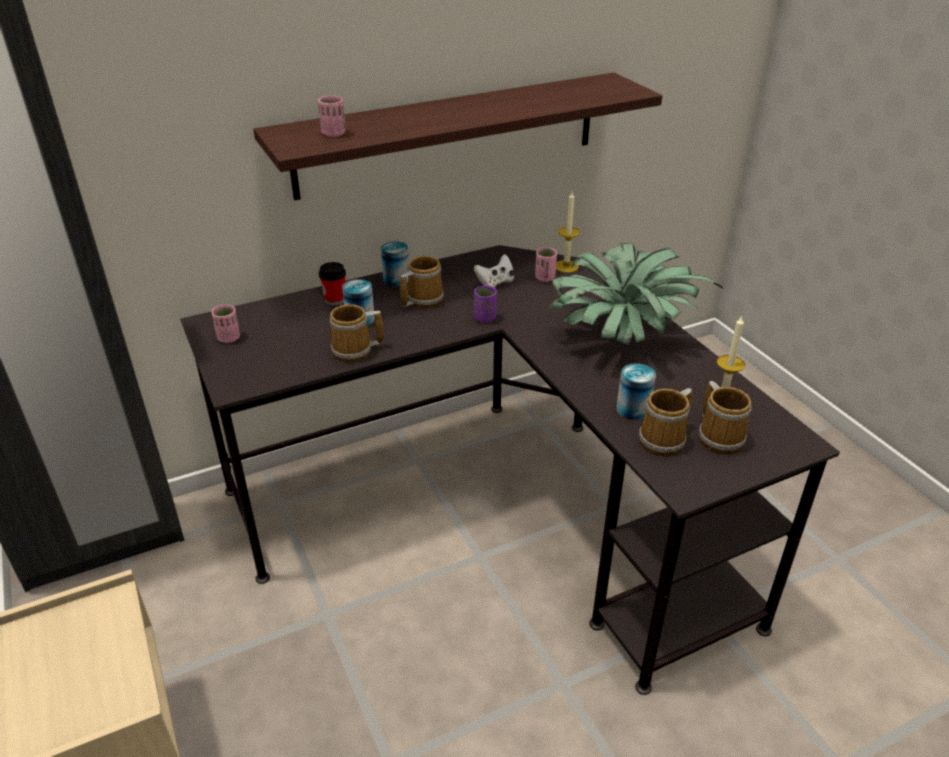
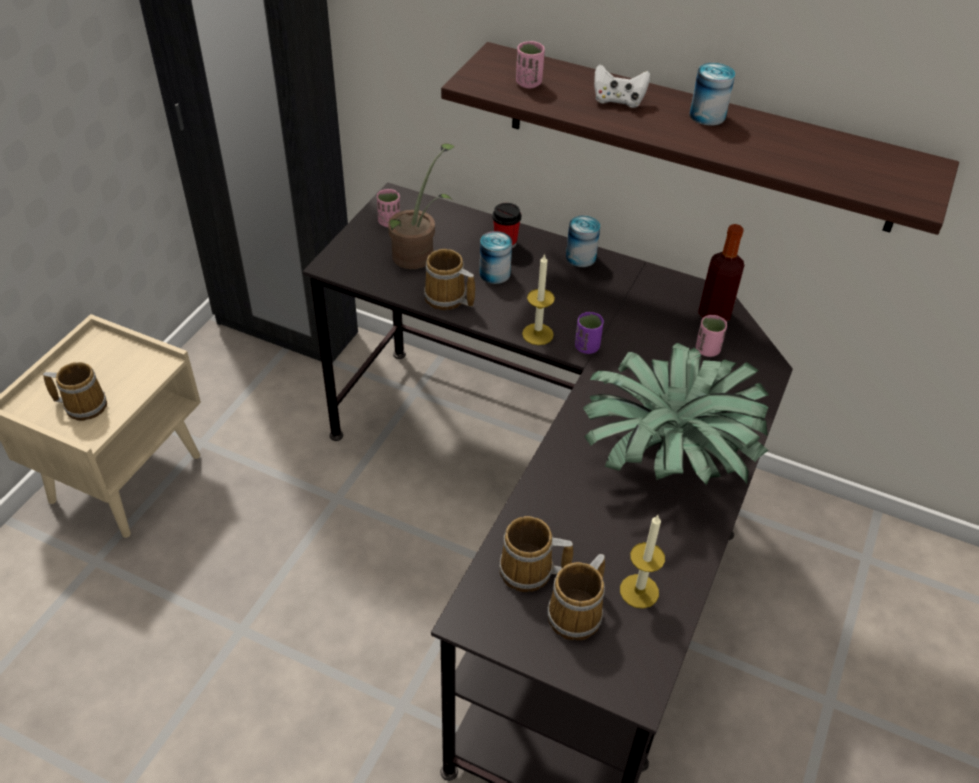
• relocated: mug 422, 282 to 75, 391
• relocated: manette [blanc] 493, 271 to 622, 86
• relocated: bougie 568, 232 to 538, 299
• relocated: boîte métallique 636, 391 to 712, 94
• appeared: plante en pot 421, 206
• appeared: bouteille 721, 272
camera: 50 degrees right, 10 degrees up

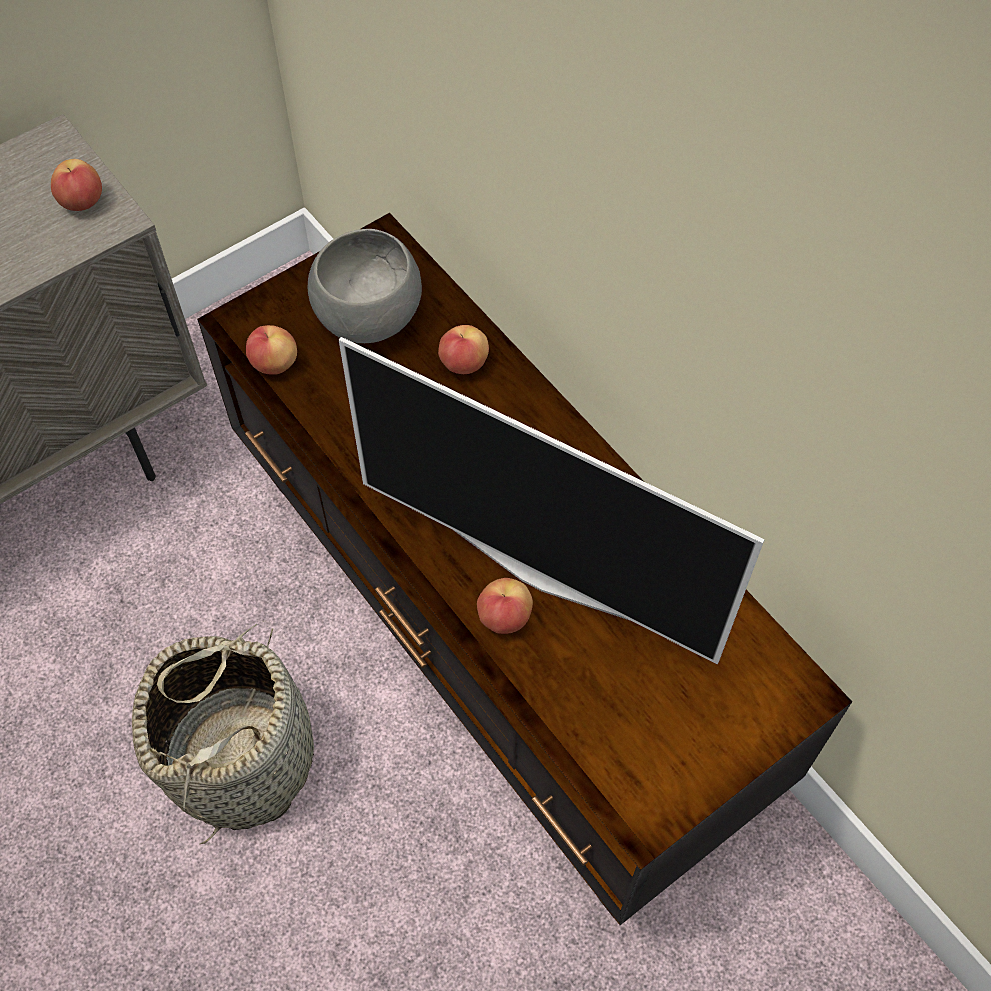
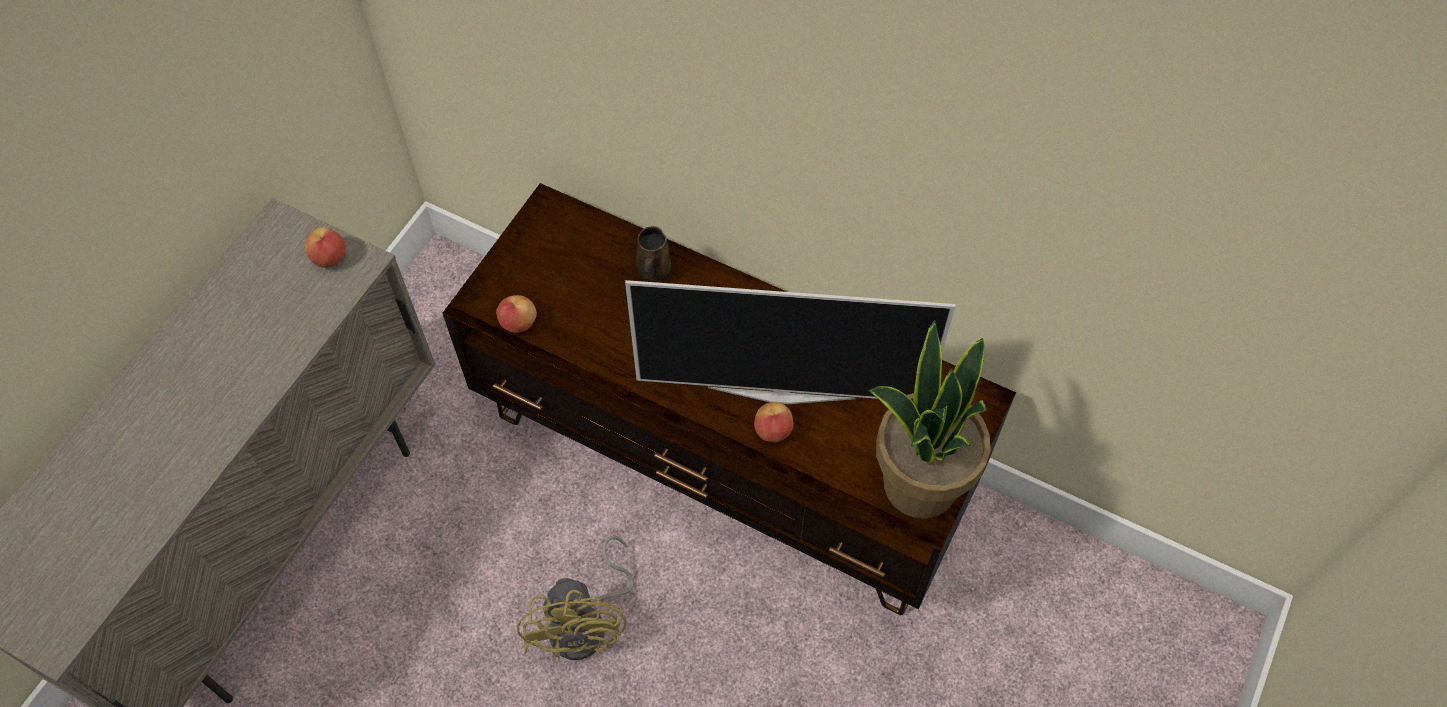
• exchanged: panier 223, 732 to ventilateur [jaune] 575, 597
• missing: bol [gris] 365, 286
• exchanged: pomme 463, 349 to mug [marron] 653, 254
• appeared: plante en pot 929, 419
camera: 25 degrees left, 0 degrees up

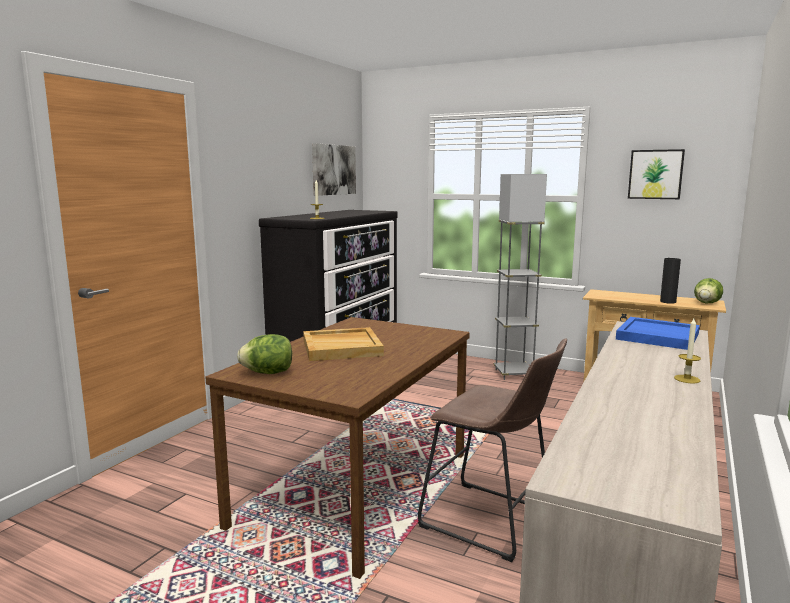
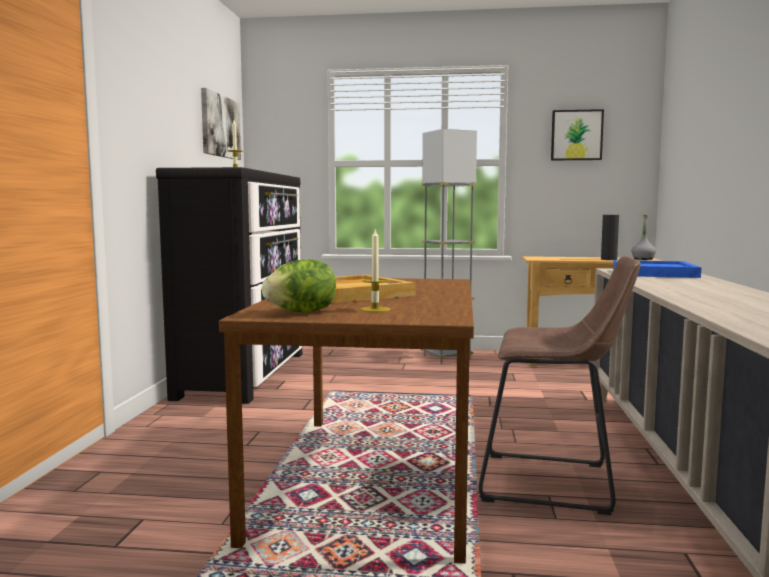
• relocated: bougie 687, 350 to 375, 271
• exchanged: laitue 708, 290 to bouteille [gris] 643, 237
camera: 20 degrees left, 5 degrees down

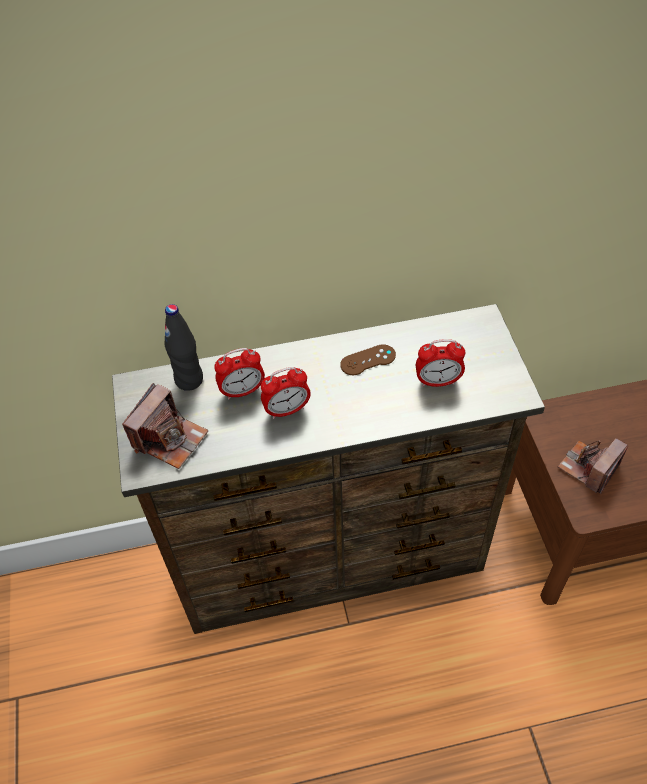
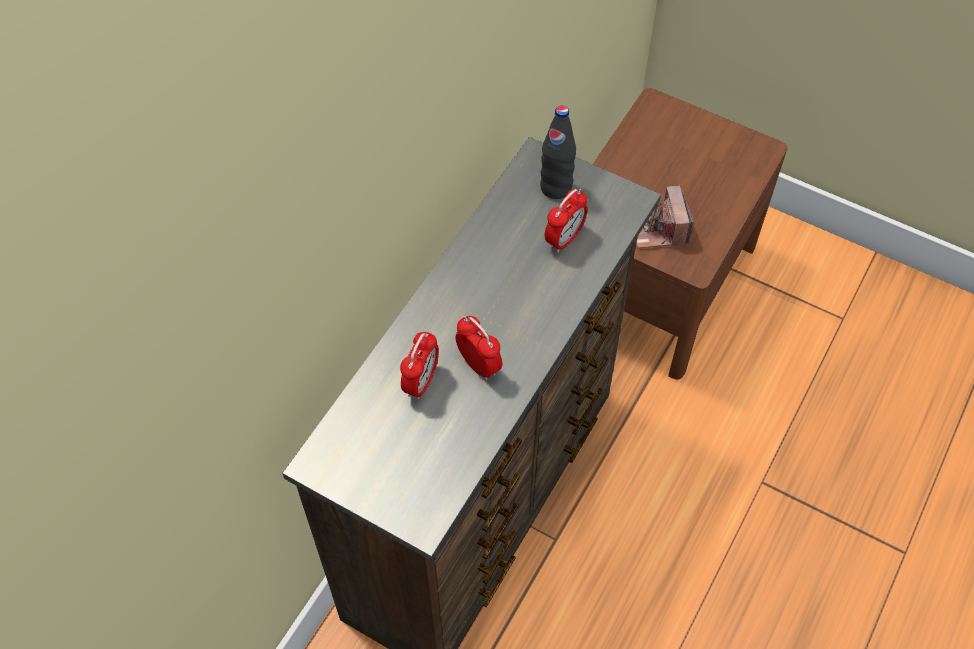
• missing: appareil photo 165, 426
• relocated: bouteille [noir] 184, 347 to 558, 152
• spun: réveil 286, 393 = 478, 348 60 degrees counterclockwise
• missing: manette [marron] 368, 359
camera: 50 degrees left, 5 degrees up

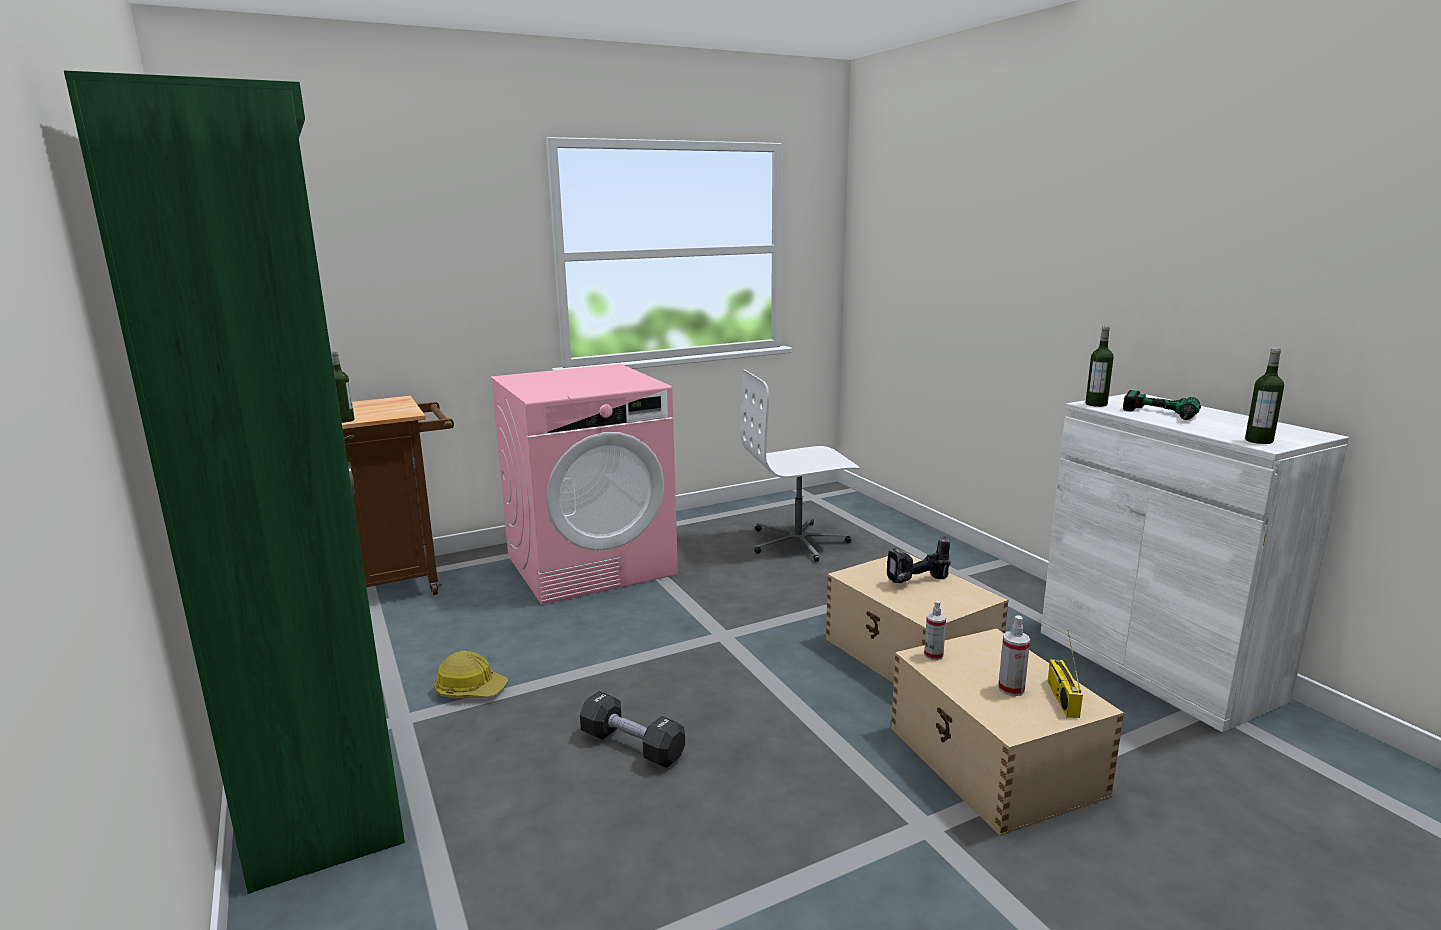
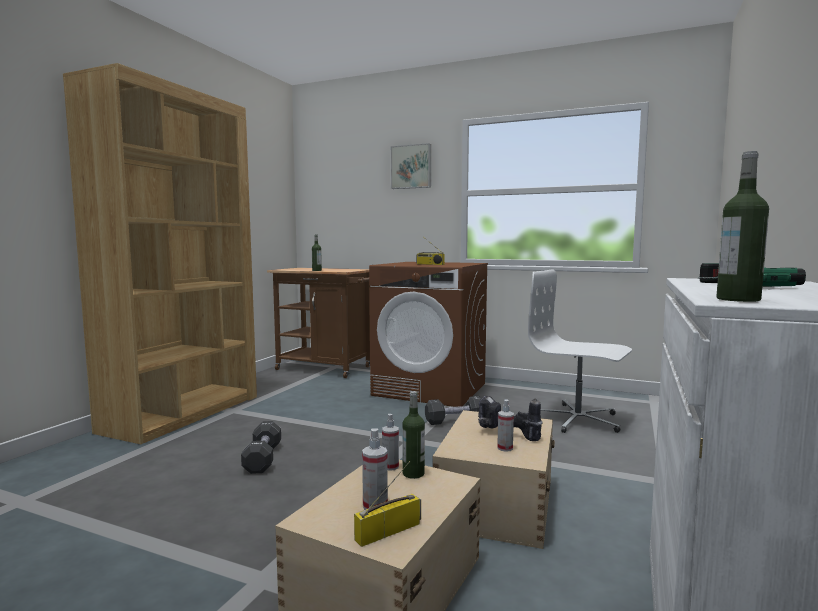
• colour: bibliothèque [vert] 234, 482 to bibliothèque [marron] 160, 253
• missing: casque de chantier 471, 674
• colour: lave-linge [rose] 584, 484 to lave-linge [marron] 428, 334
• relocated: bouteille 1099, 366 to 413, 435
• appeared: tableau 411, 166
• appeared: radio 430, 252
• appeared: haltère [noir] 453, 410
• appeared: vaporisateur 505, 425
camera: 50 degrees right, 10 degrees down

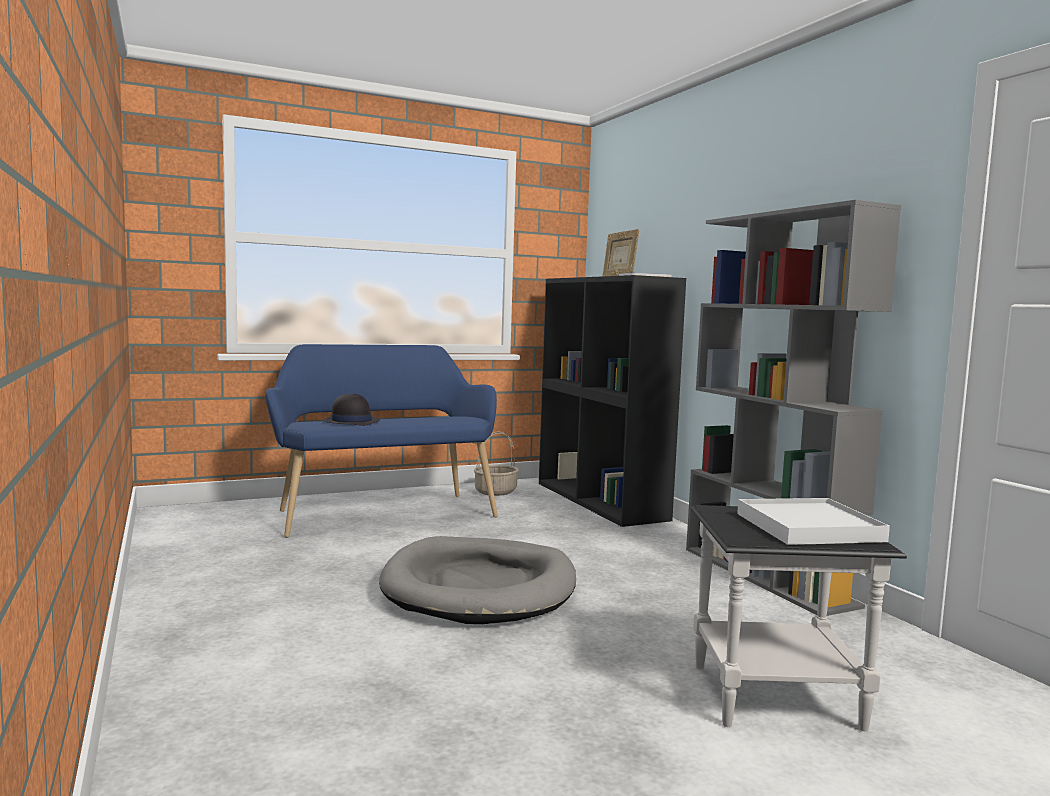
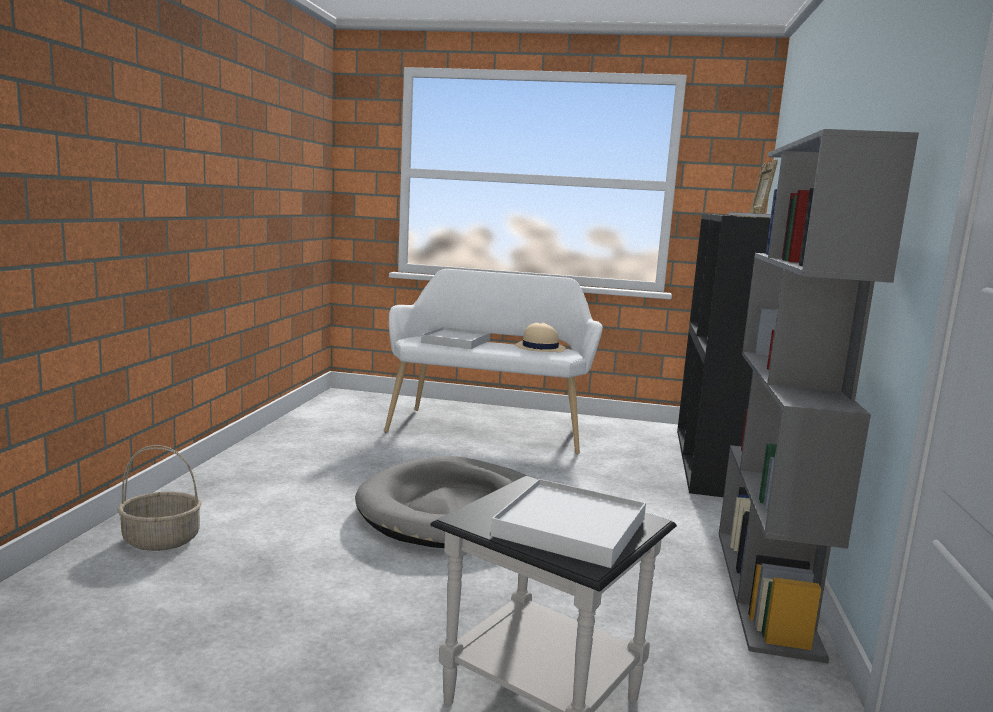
• colour: banc [bleu] 381, 441 to banc [blanc] 493, 361
• exchanged: chapeau [noir] 351, 410 to plateau [blanc] 455, 338
• relocated: panier 496, 463 to 159, 498
• appeared: chapeau [beige] 540, 338
camera: 35 degrees right, 5 degrees up

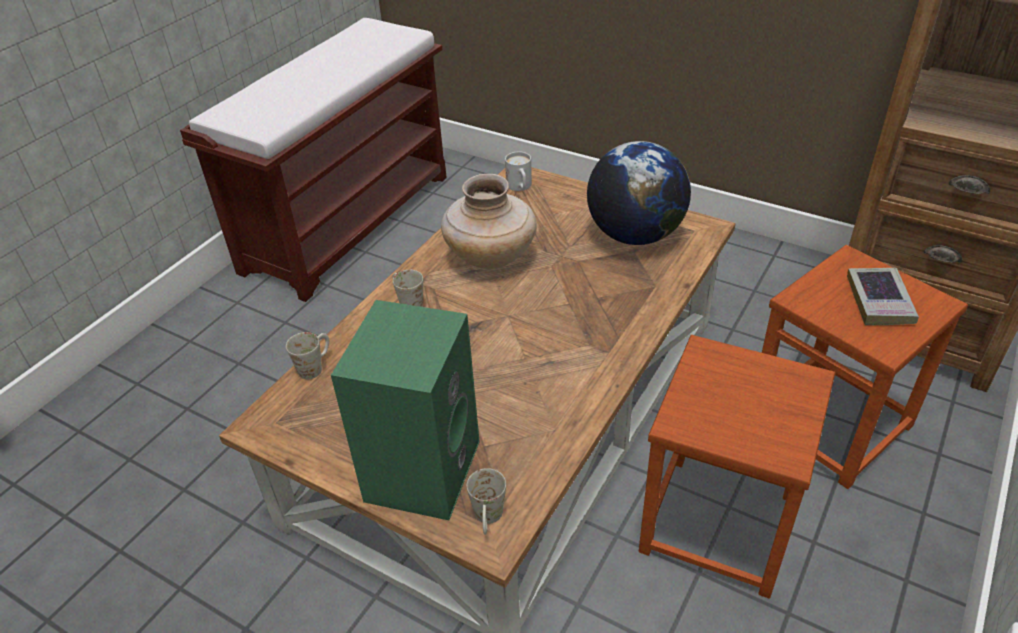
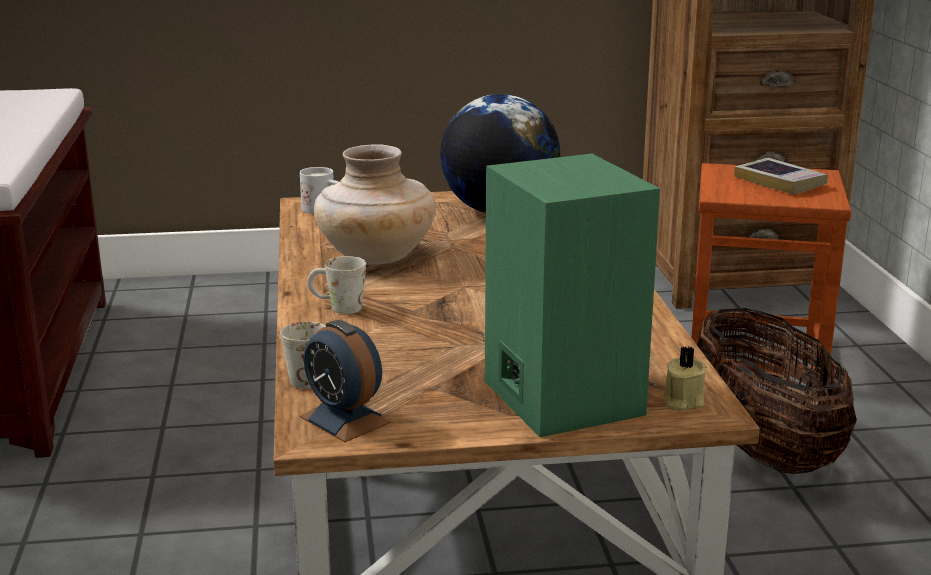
• exchanged: mug [blanc] 486, 501 to bougie [beige] 685, 378
• exchanged: tabouret [marron] 737, 467 to panier 777, 391
• appeared: réveil 345, 381
camera: 40 degrees left, 20 degrees down

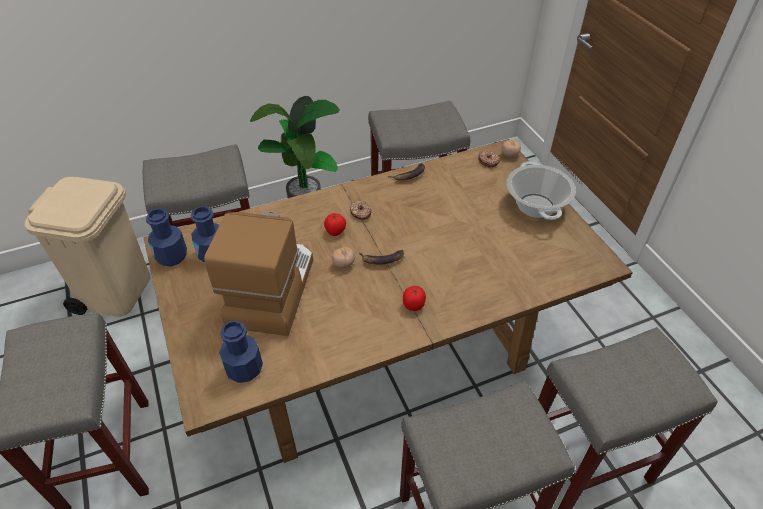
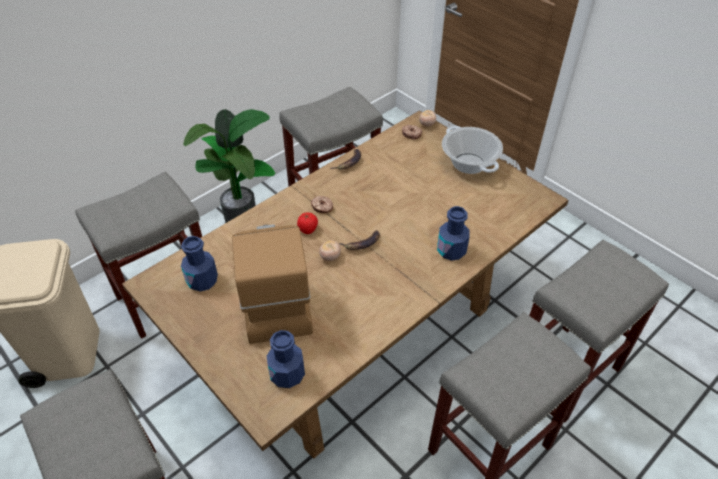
• relocated: bouteille [bleu] 166, 237 to 453, 233
• missing: tomate 414, 298
camera: 20 degrees left, 0 degrees up

